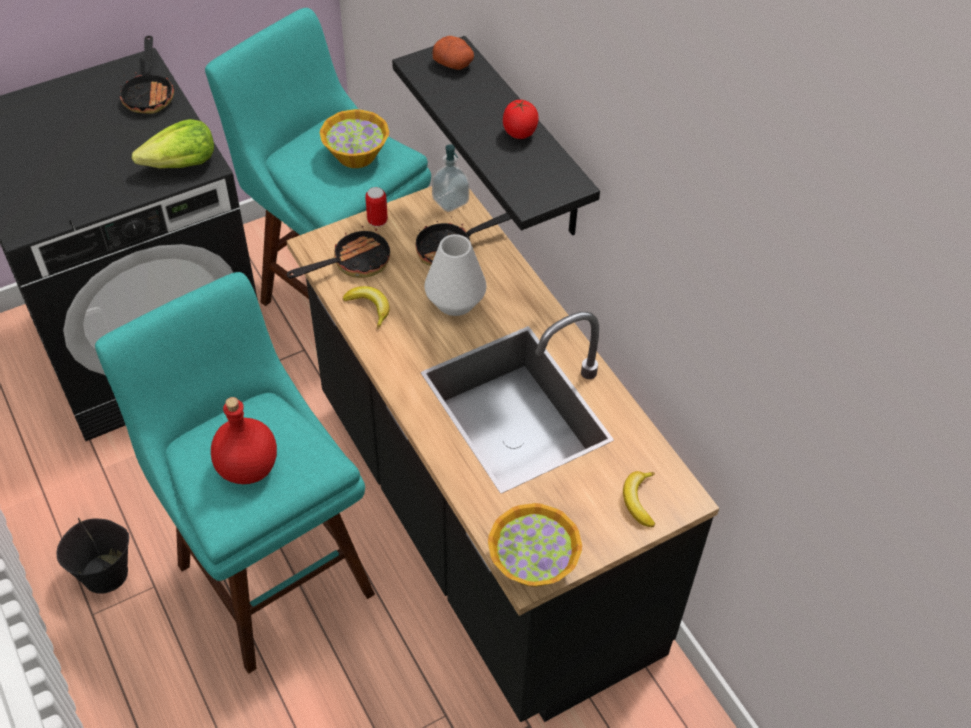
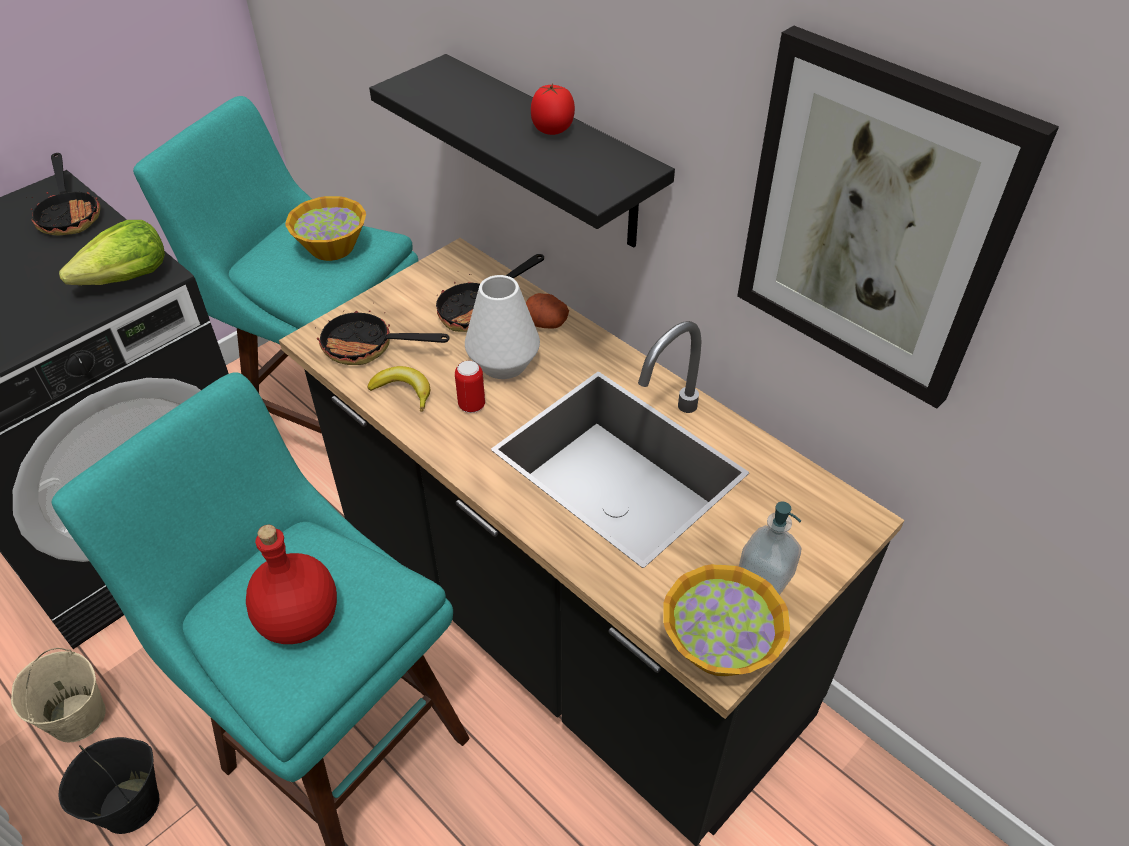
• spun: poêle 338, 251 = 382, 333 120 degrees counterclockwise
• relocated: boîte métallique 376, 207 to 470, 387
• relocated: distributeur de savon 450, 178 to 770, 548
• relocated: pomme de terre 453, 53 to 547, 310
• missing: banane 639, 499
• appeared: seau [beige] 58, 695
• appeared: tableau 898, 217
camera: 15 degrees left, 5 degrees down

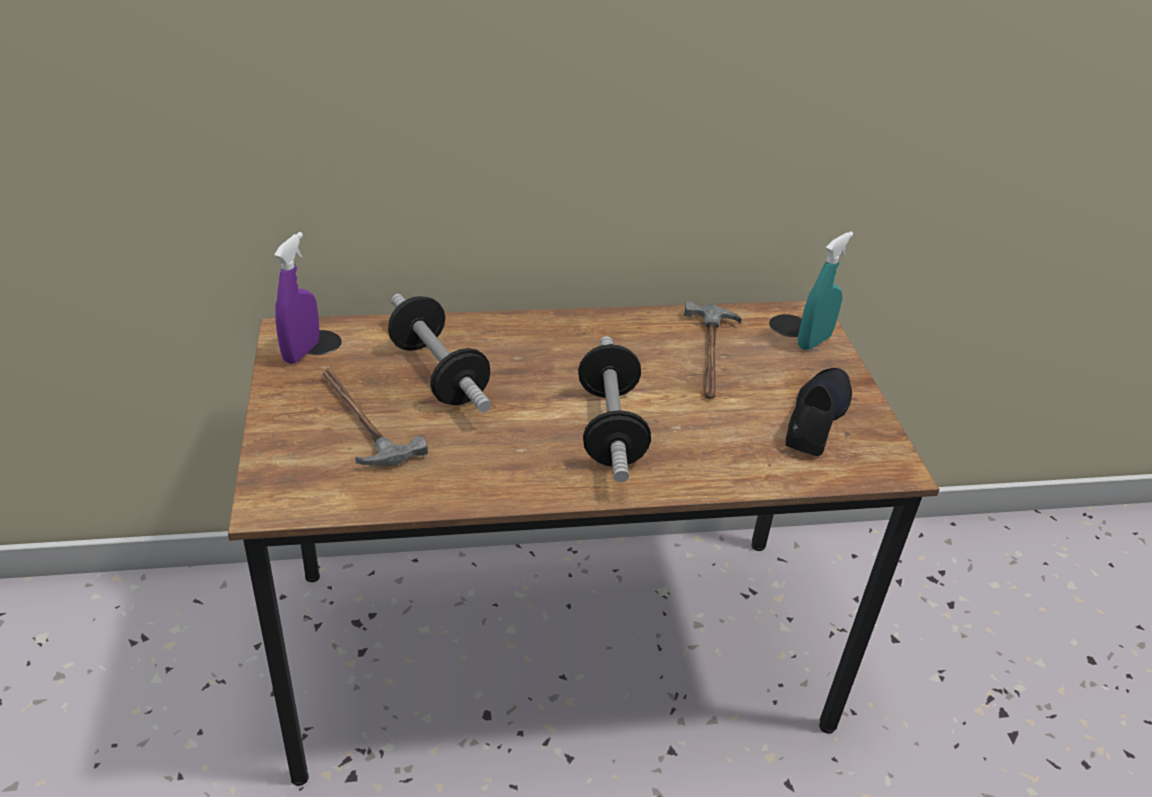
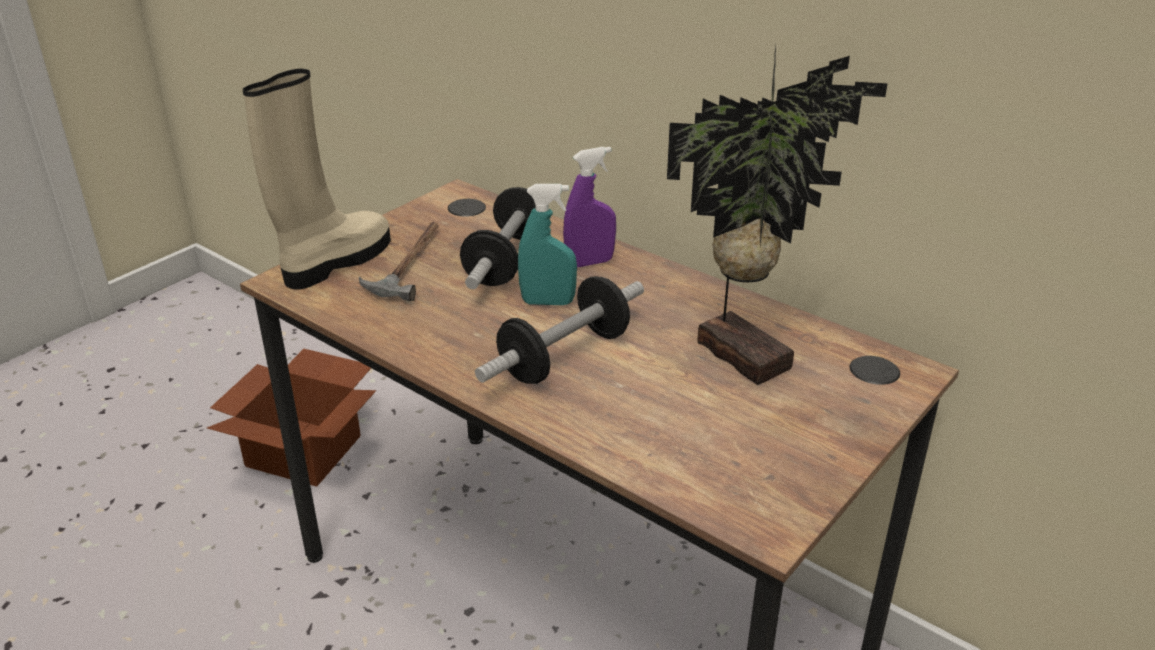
• relocated: vaporisateur [violet] 297, 298 to 589, 207
• exchanged: marteau 713, 350 to plante en pot 777, 215
• missing: chaussure [noir] 819, 412
• relocated: vaporisateur [turquoise] 825, 291 to 547, 244
• appeared: carton 291, 418
• appeared: botte [beige] 317, 179
camera: 50 degrees right, 5 degrees down

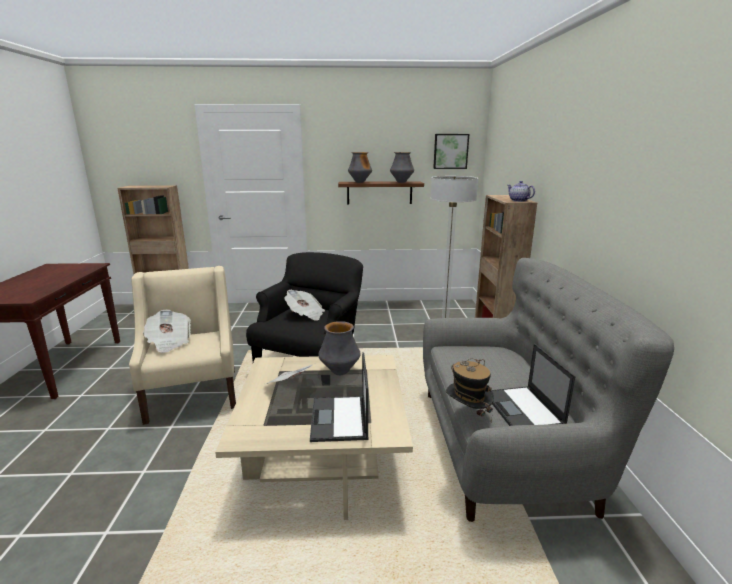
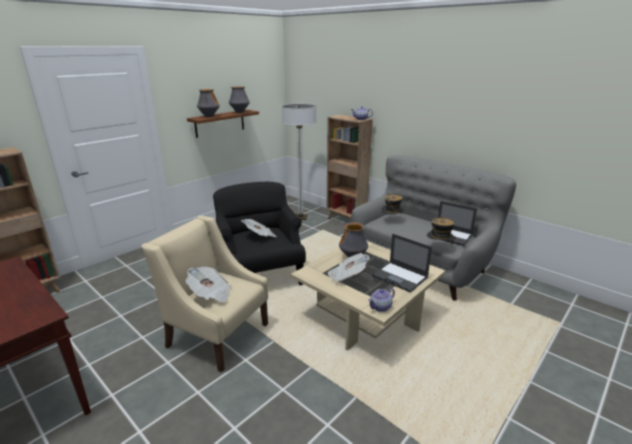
• missing: tableau 451, 151
• appeared: théière 381, 300
• appeared: chapeau 392, 205
camera: 45 degrees left, 5 degrees up

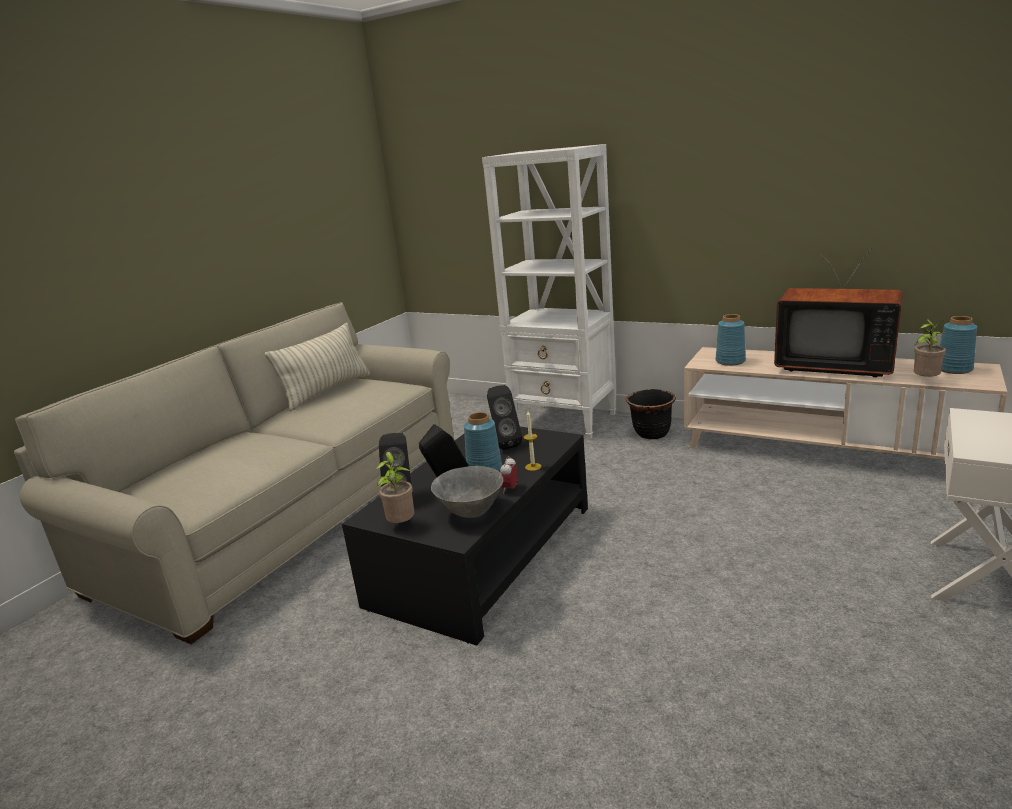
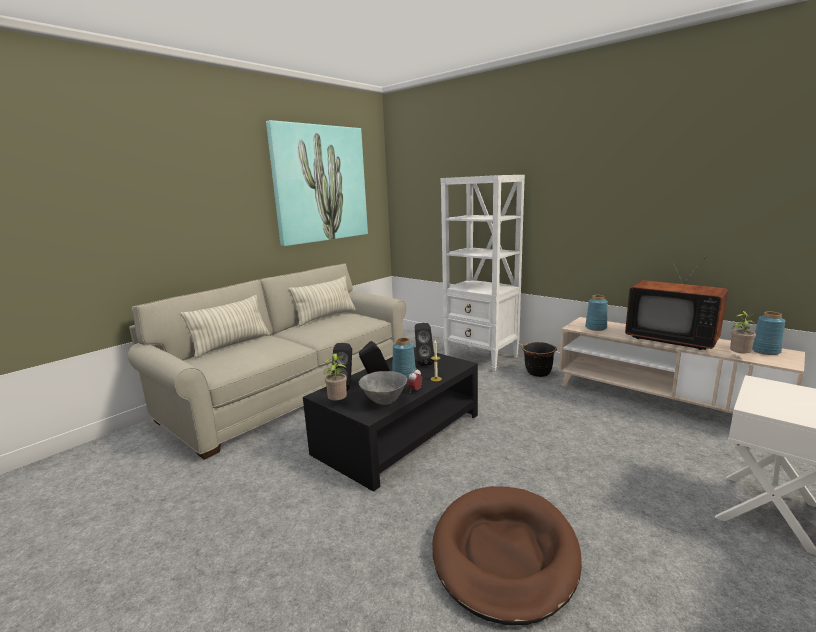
• appeared: coussin 225, 326
• appeared: tableau 317, 183
• appeared: panier pour chien [marron] 507, 555
camera: 10 degrees right, 5 degrees down

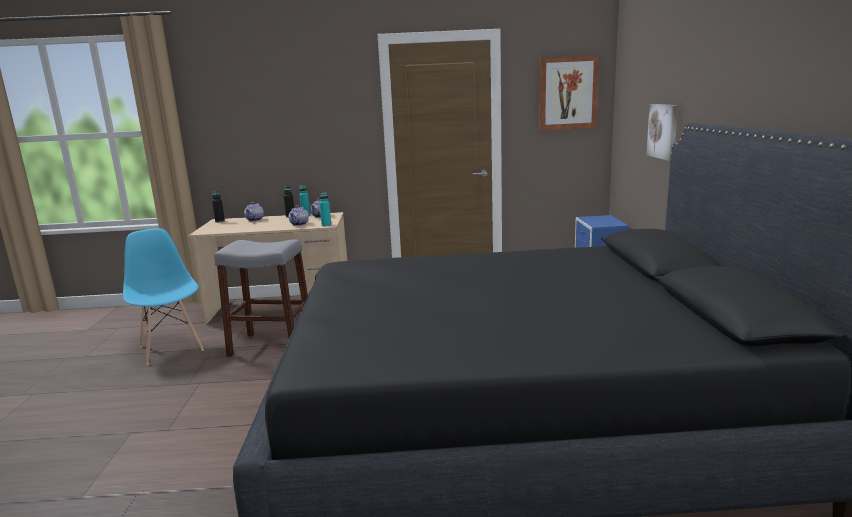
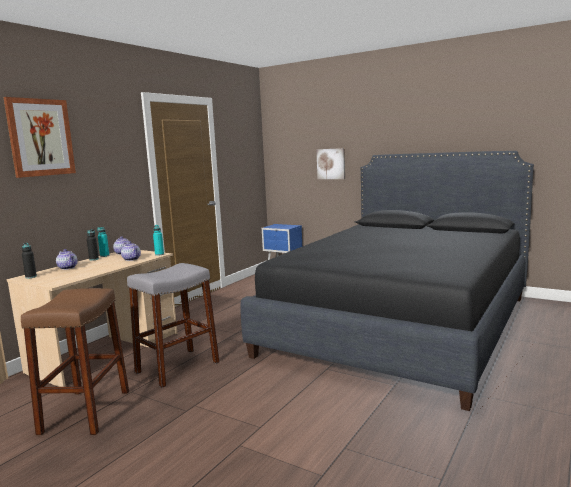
• exchanged: chaise [bleu] 163, 296 to tabouret [marron] 75, 361
• relocated: tableau 569, 93 to 39, 137
camera: 55 degrees left, 5 degrees down

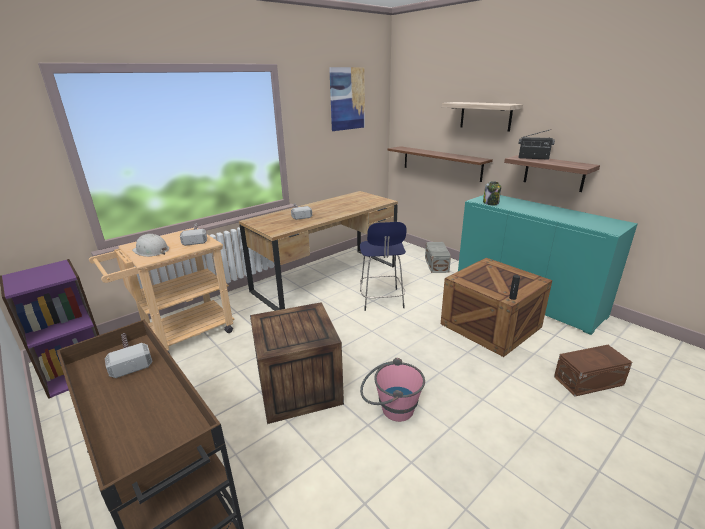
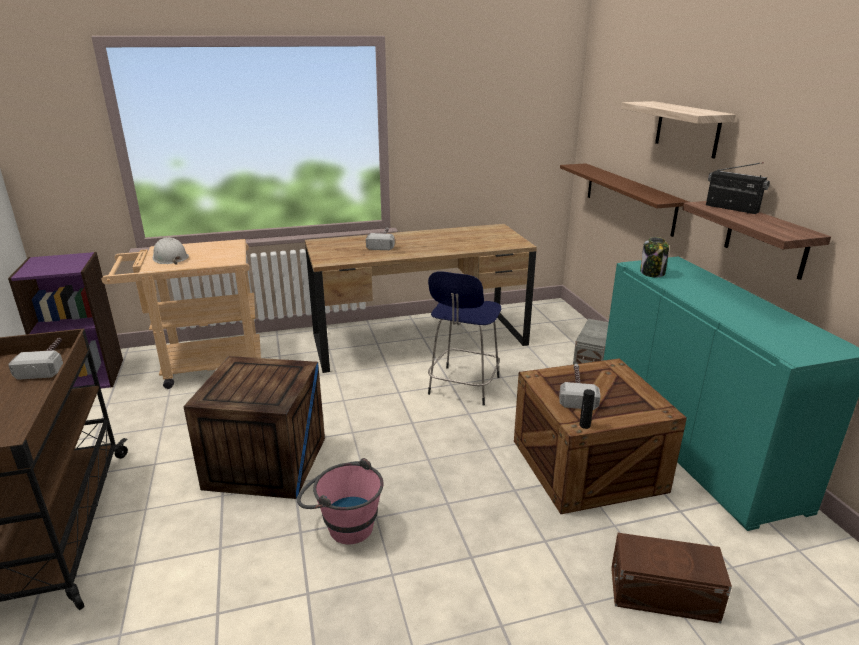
• relocated: marteau 193, 234 to 579, 387
• missing: tableau 347, 99
camera: 25 degrees right, 0 degrees up

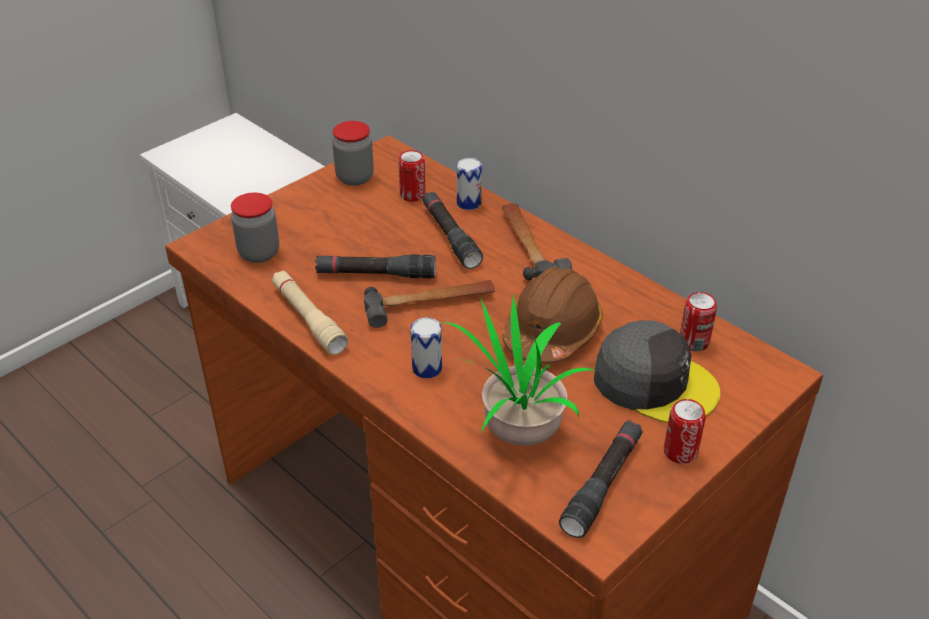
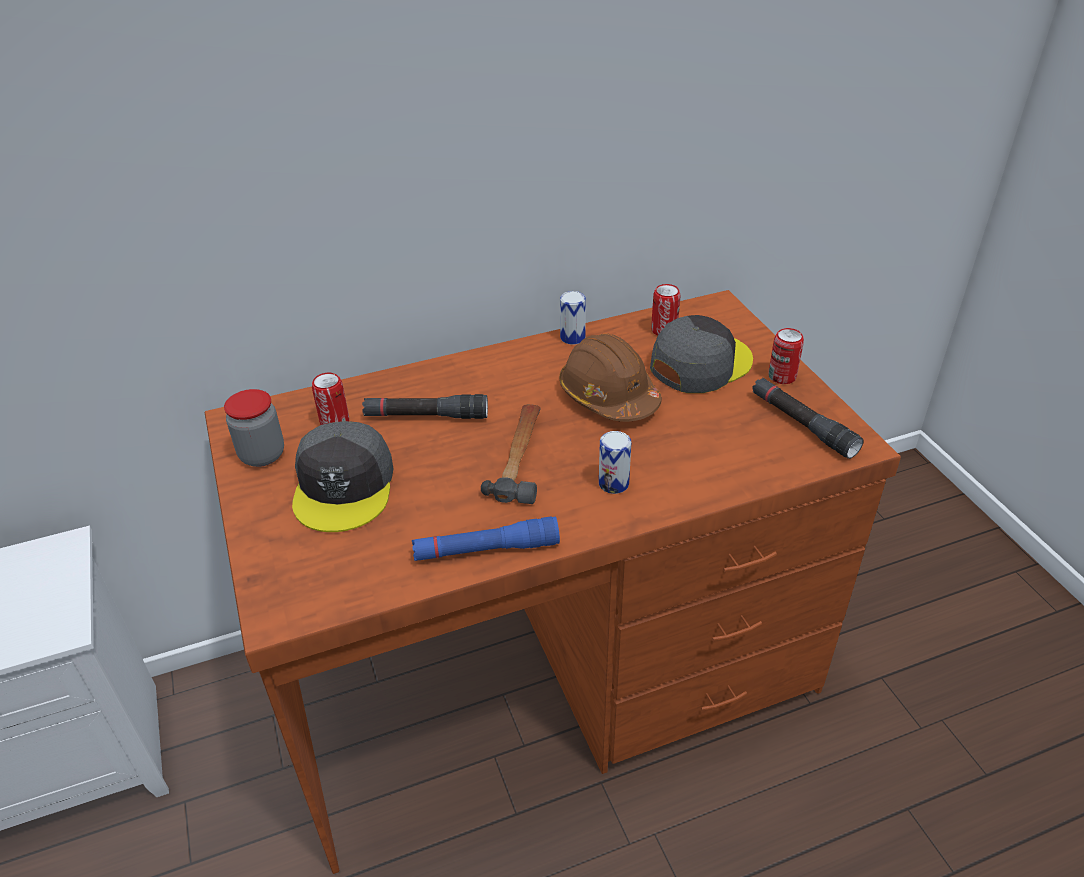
• missing: bocal 255, 228
• colour: lampe de poche [beige] 310, 313 to lampe de poche [bleu] 486, 539
• missing: lampe de poche [noir] 375, 266
• missing: plante en pot 517, 370
• relocated: boîte métallique 469, 184 to 573, 318
• missing: marteau 537, 241
• appeared: casquette [gris] 343, 476
camera: 65 degrees left, 0 degrees up

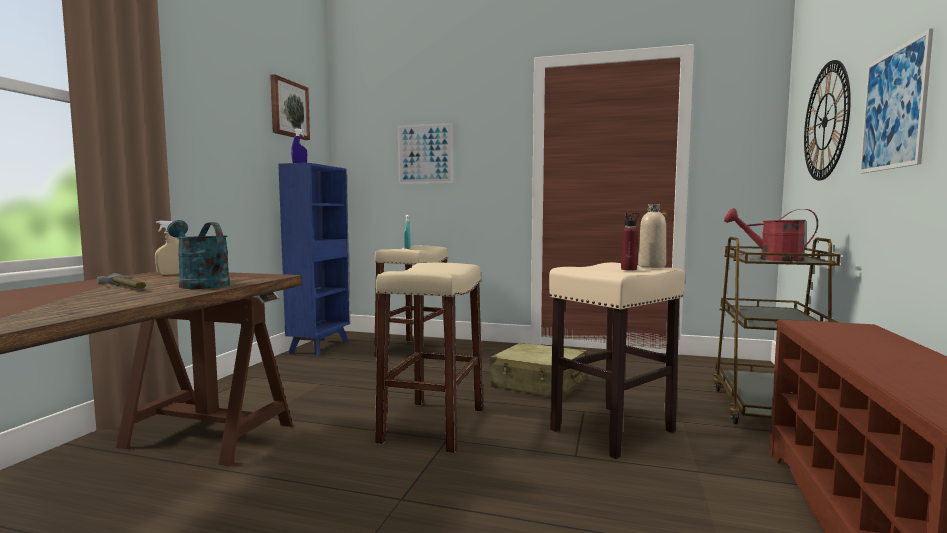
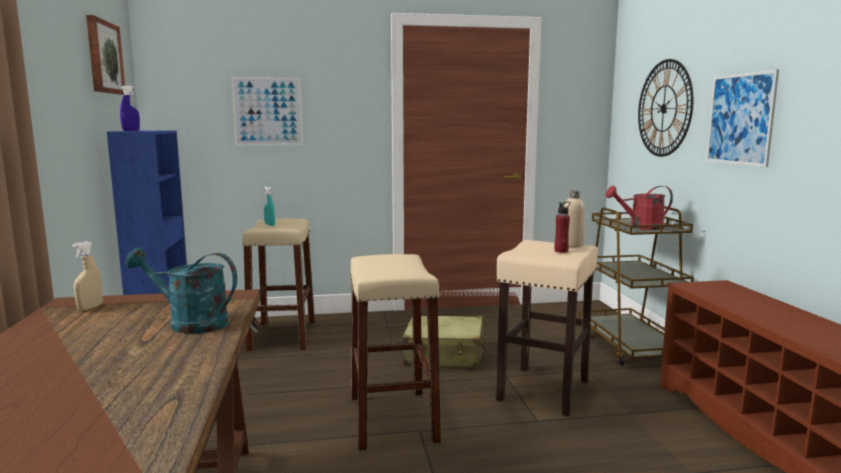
• missing: marteau 121, 281
camera: 25 degrees left, 5 degrees up

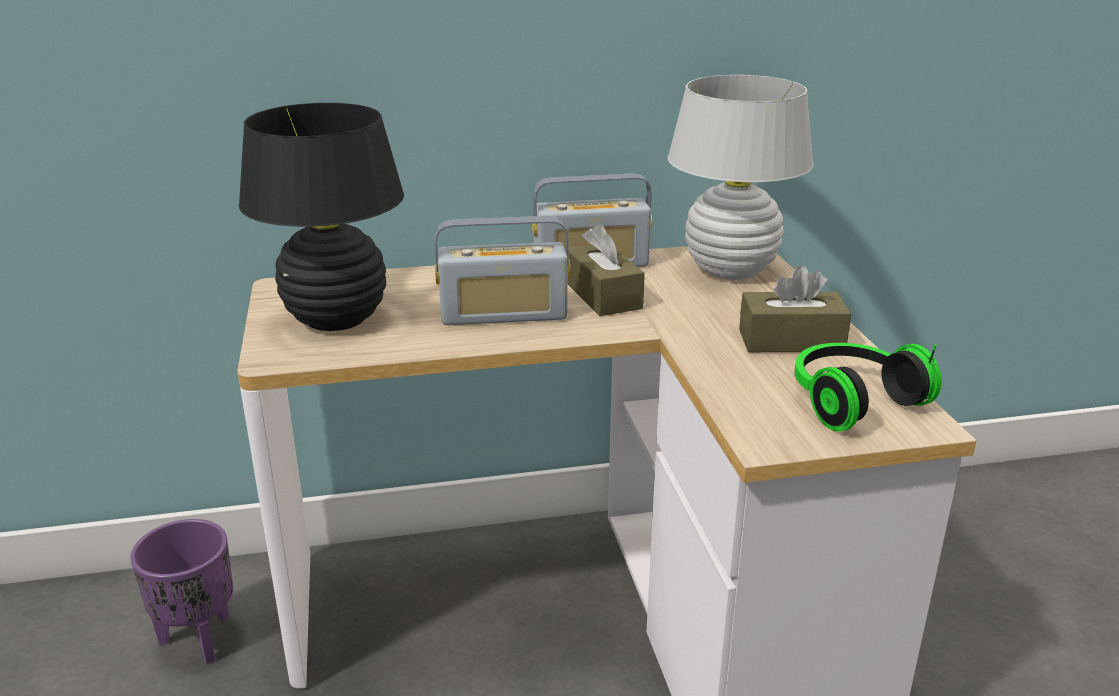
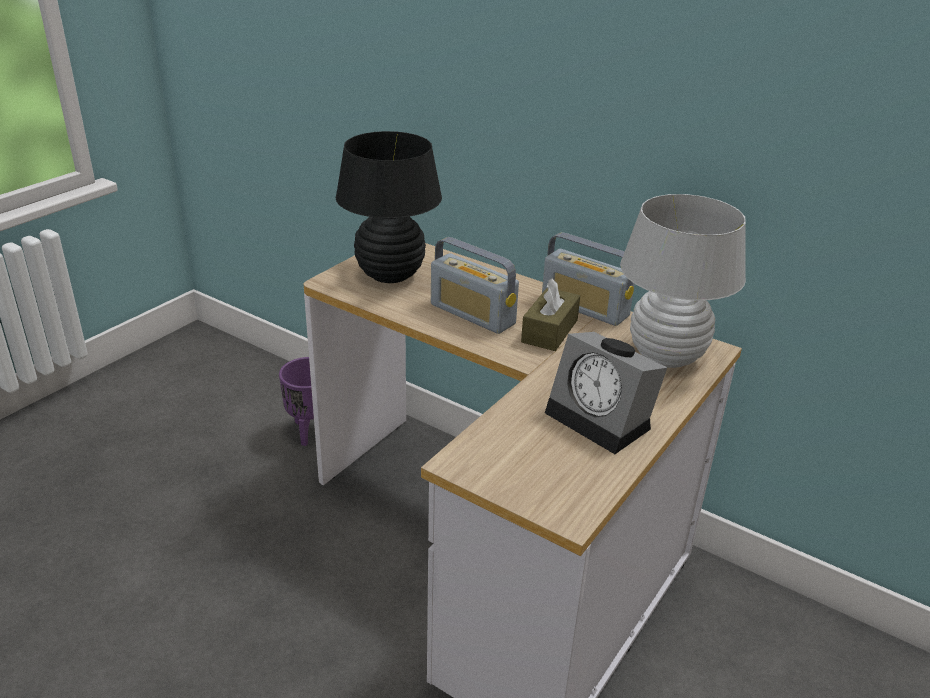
• exchanged: boîte à mouchoirs [marron] 795, 308 to réveil 606, 393
• missing: casque audio 868, 387
camera: 45 degrees right, 5 degrees up

